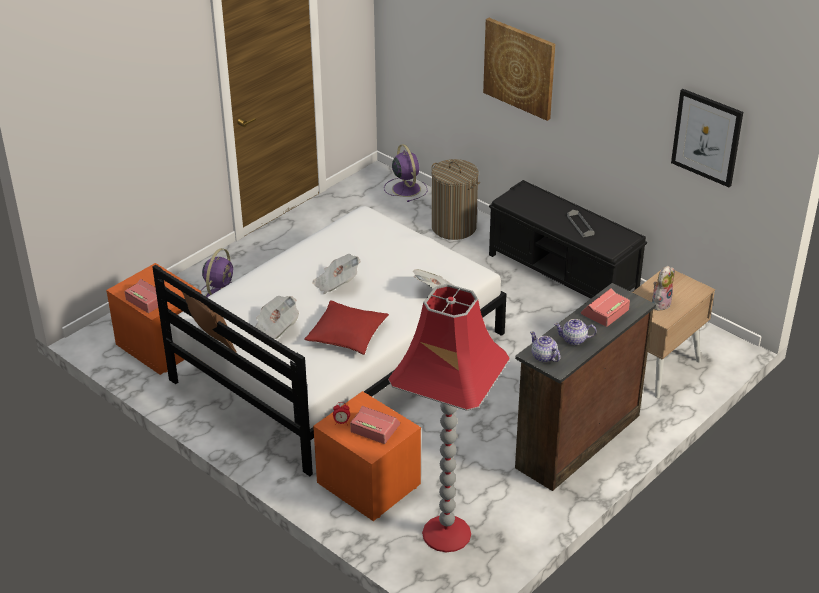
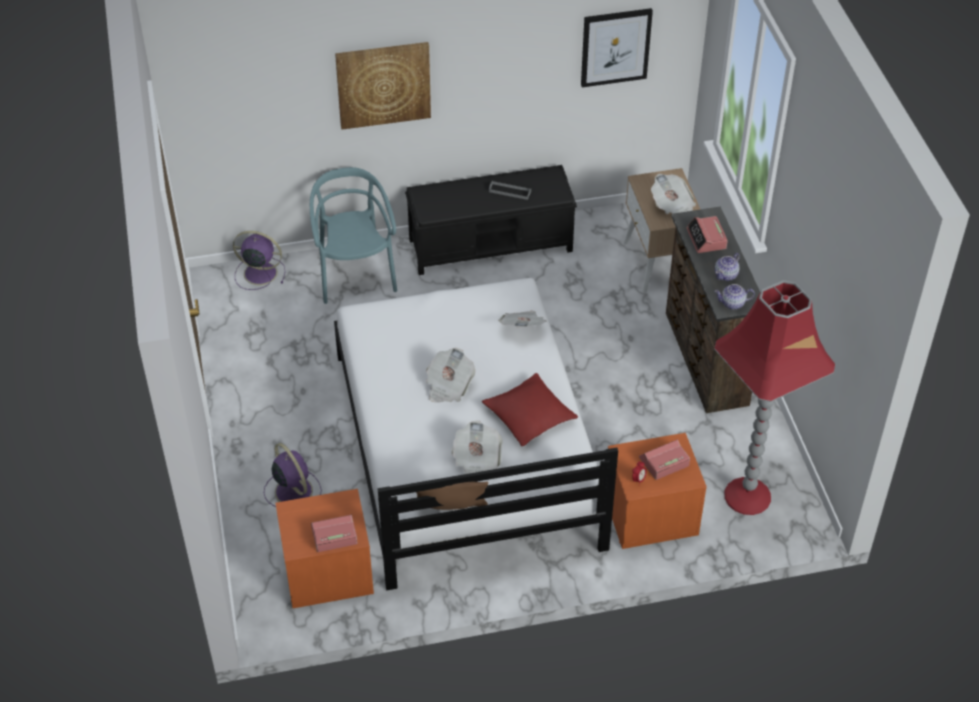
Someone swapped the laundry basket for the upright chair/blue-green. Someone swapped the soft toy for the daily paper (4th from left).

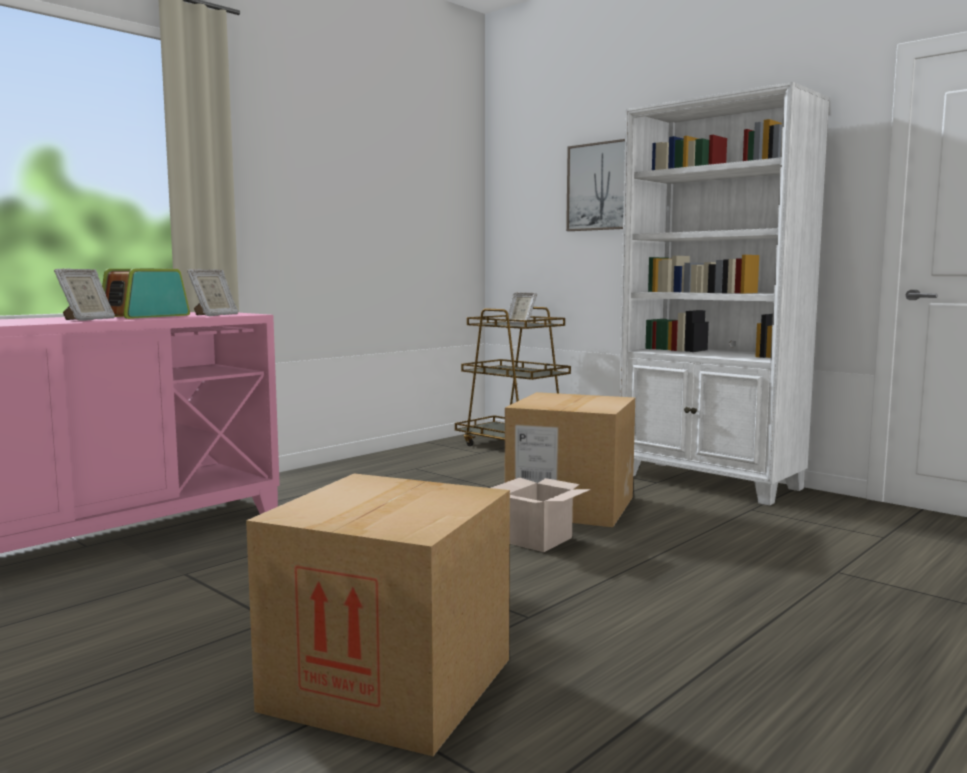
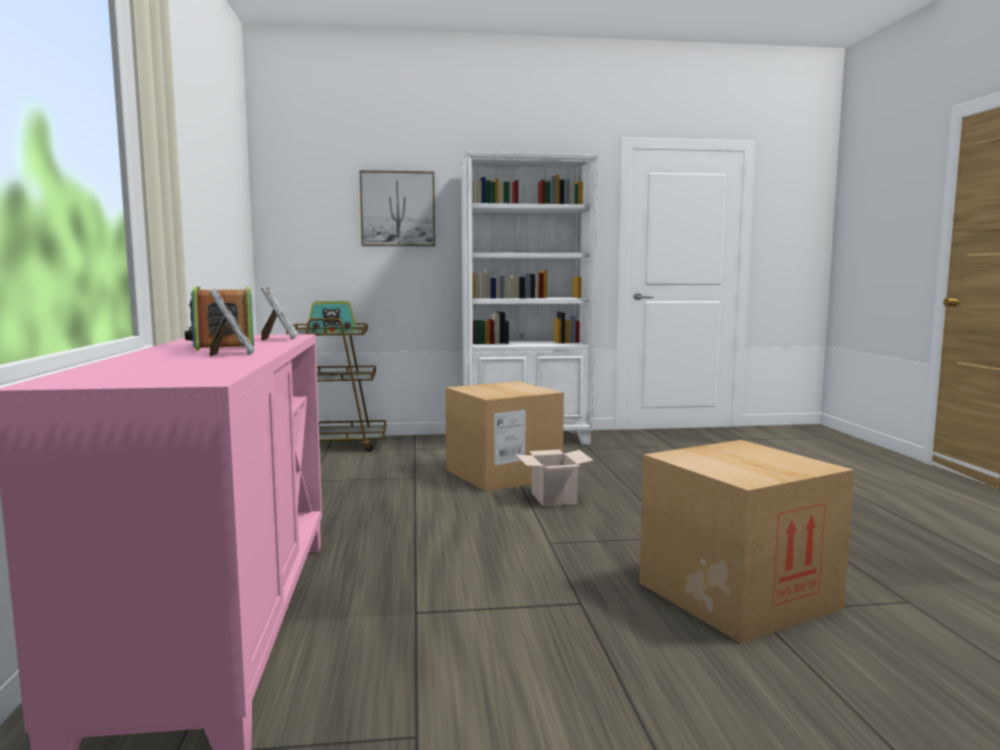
Someone swapped the photo frame (3rd from left) for the radio (2nd from left).

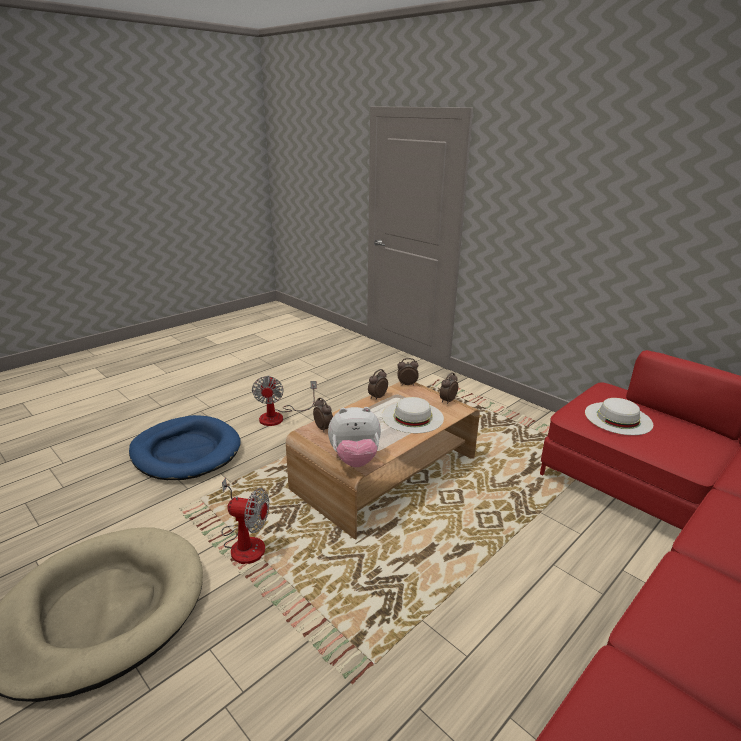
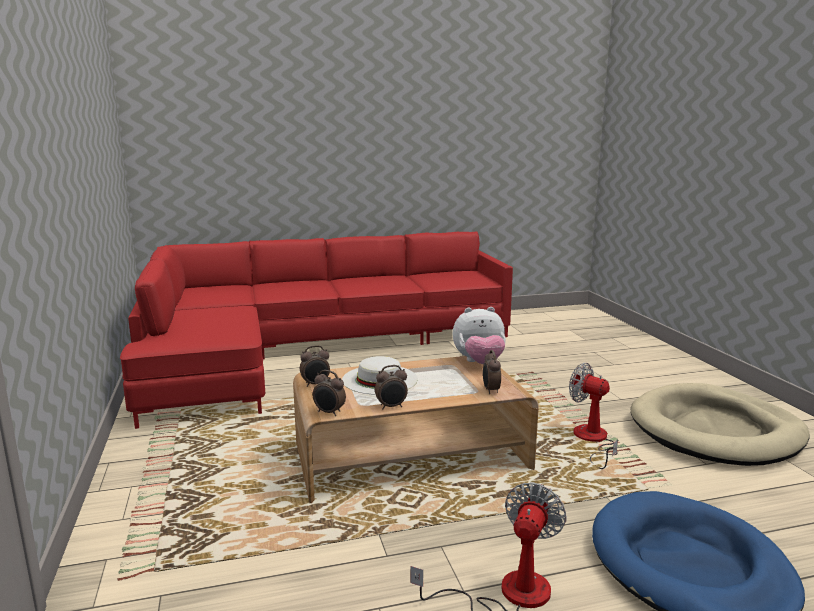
Someone took away the clothing hat/white (2nd from left). Someone rotated the soft toy by 150 degrees clockwise.

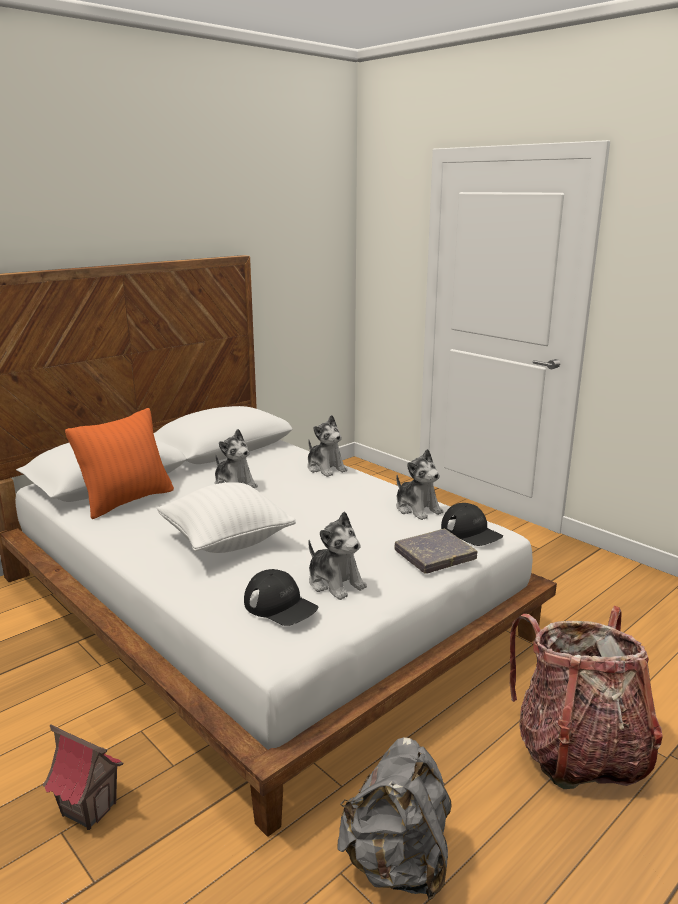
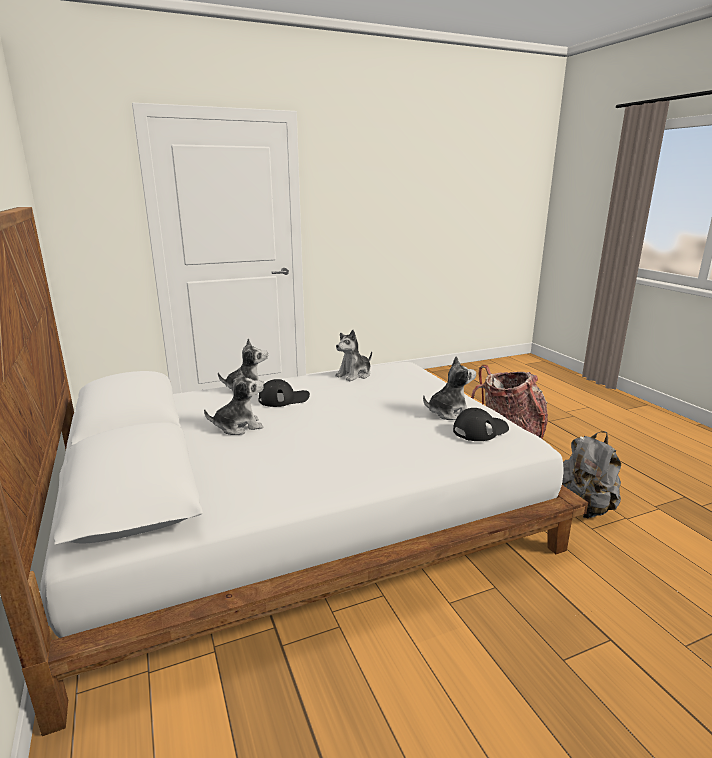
Someone took away the pillow/orangey. Someone rotated the soft toy (4th from left in the first image) by 150 degrees clockwise. Someone took away the pillow/white. Someone carried the baseball cap/black-coloured (2nd from left in the first image). Someone took away the volume/grey. Someone took away the toy house.

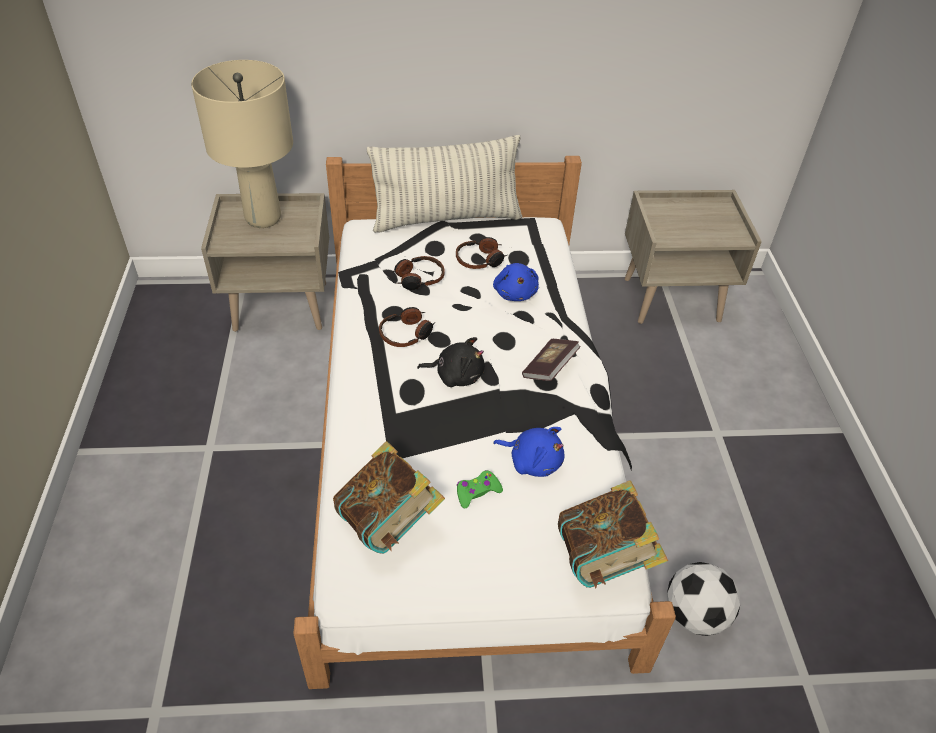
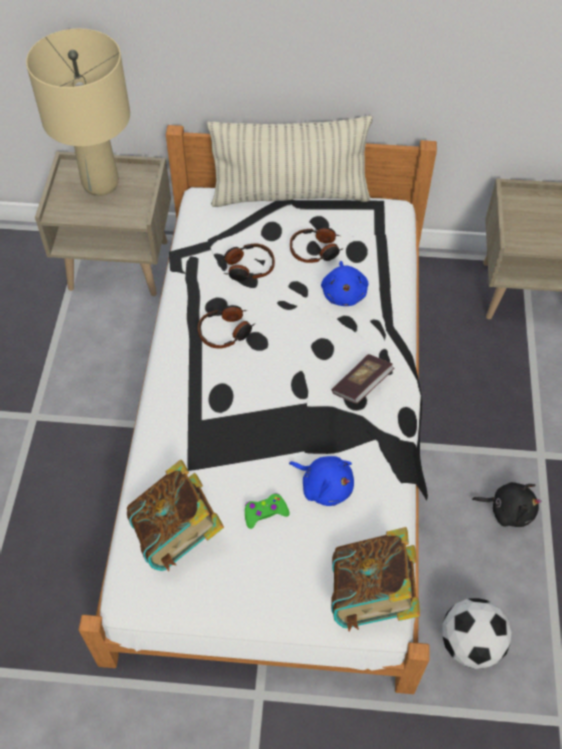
Someone carried the soft toy/black-coloured.

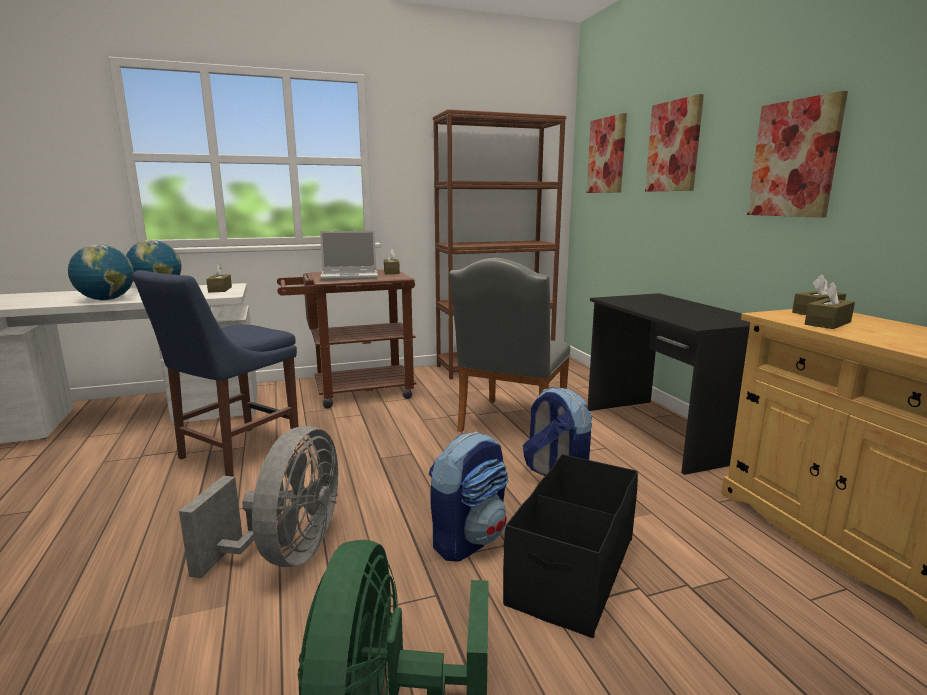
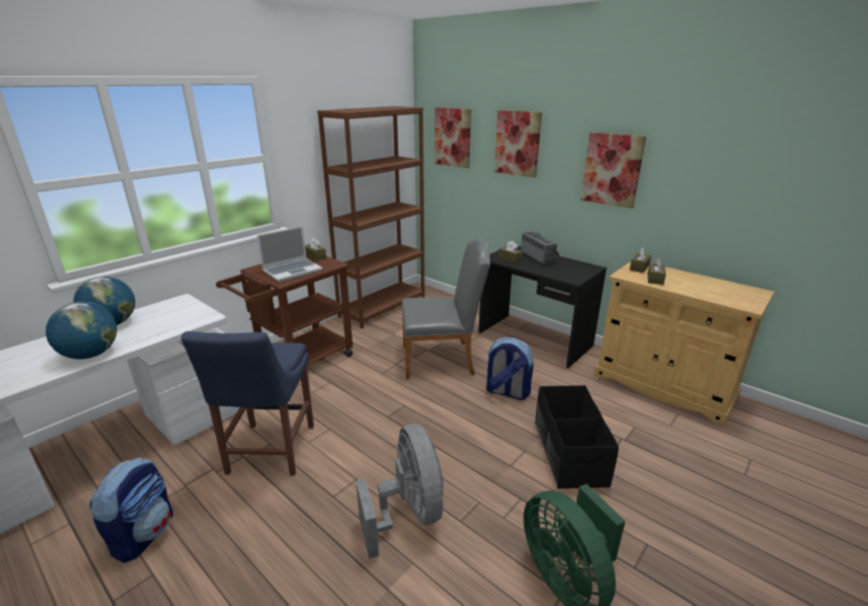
Someone rotated the upright chair/grey by 90 degrees counterclockwise. Someone carried the box of tissues/brown (1st from left in the first image). Someone carried the rucksack (1st from left). Someone put down the radio.

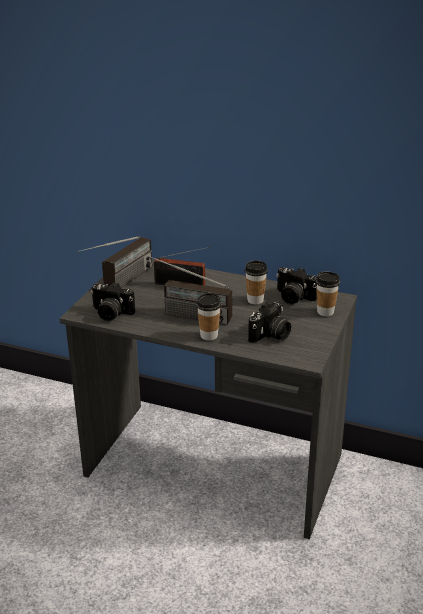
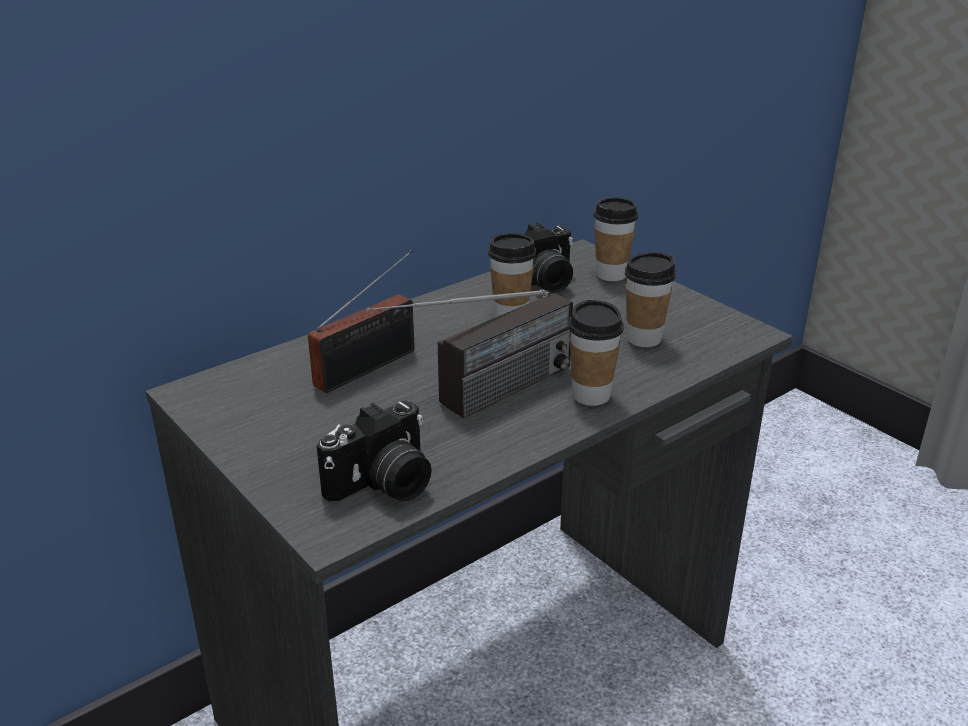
Someone took away the radio (1st from left). Someone swapped the still camera (2nd from left) for the small cup (4th from left).

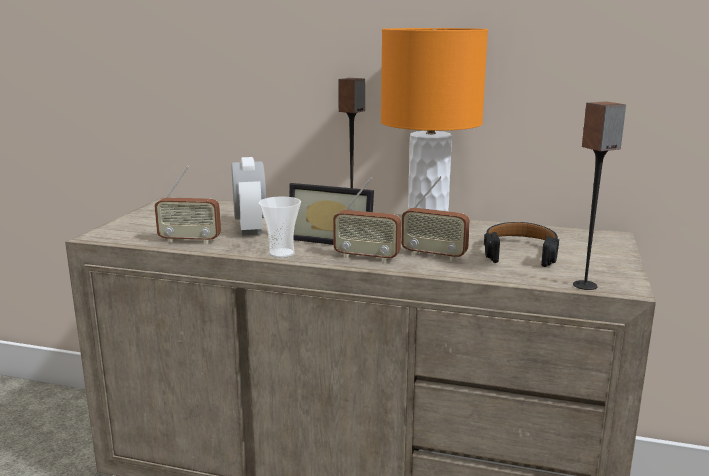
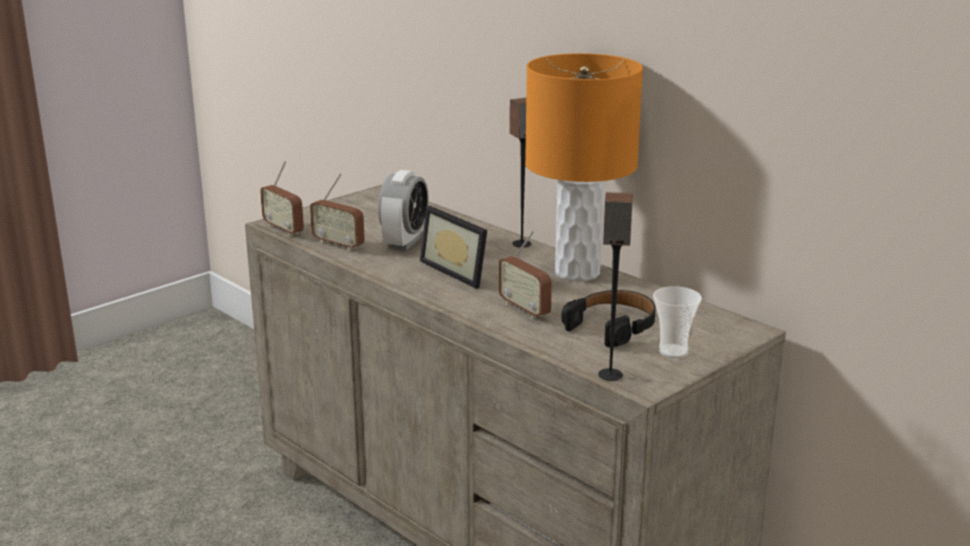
Someone carried the radio (2nd from left in the first image). Someone carried the small cup.

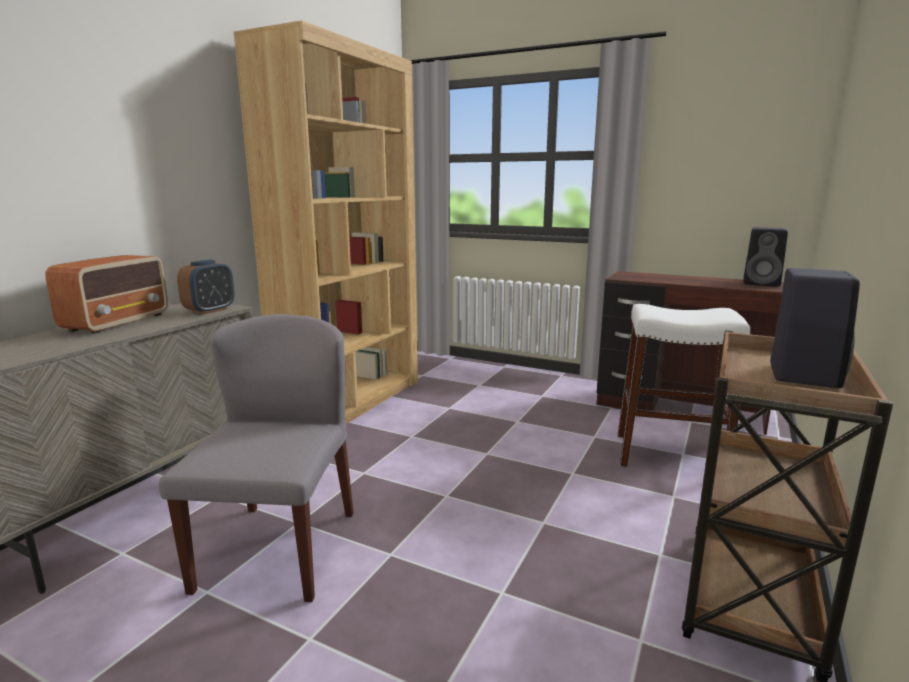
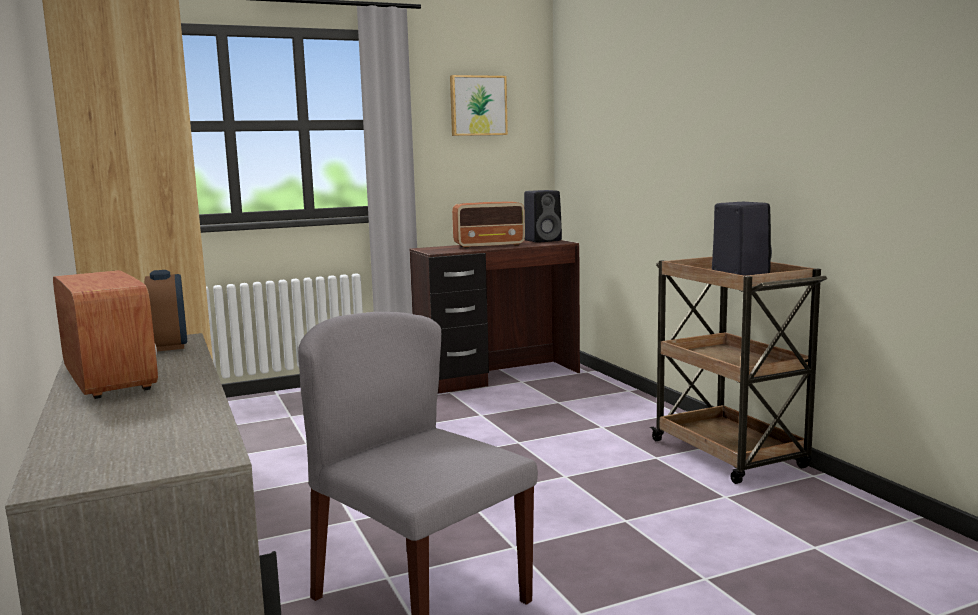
Someone took away the stool seat/white. Someone put up the picture. Someone put down the radio (2nd from left).

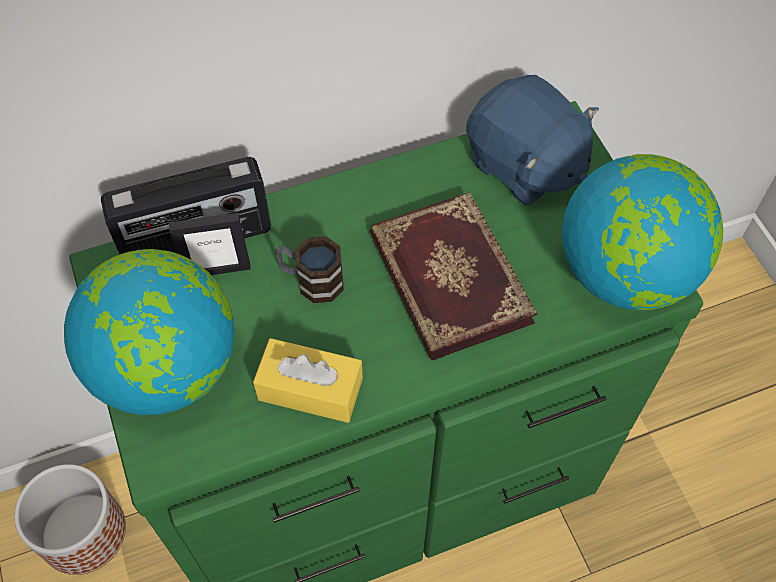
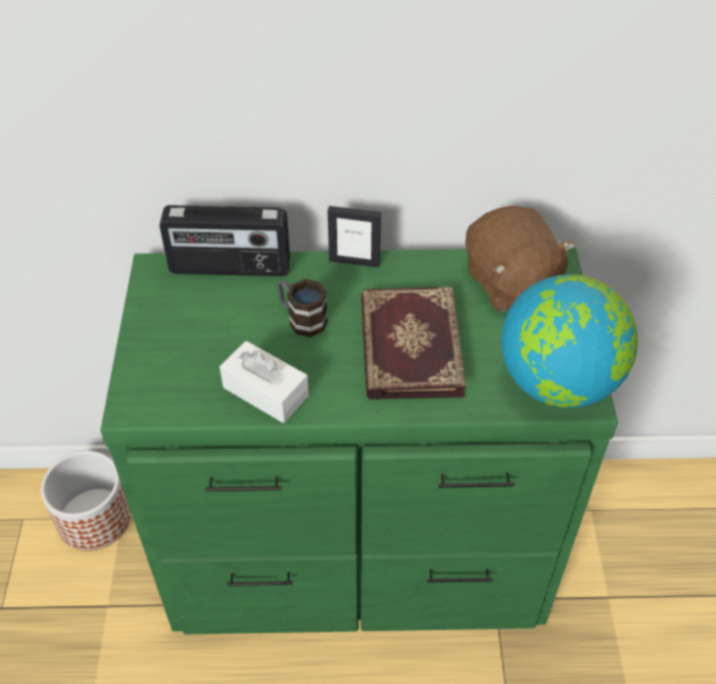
Someone repainted the soft toy/blue-coloured, which became the soft toy/brown. Someone carried the photo frame. Someone took away the globe (1st from left). Someone repainted the box of tissues/yellow, which became the box of tissues/white.

